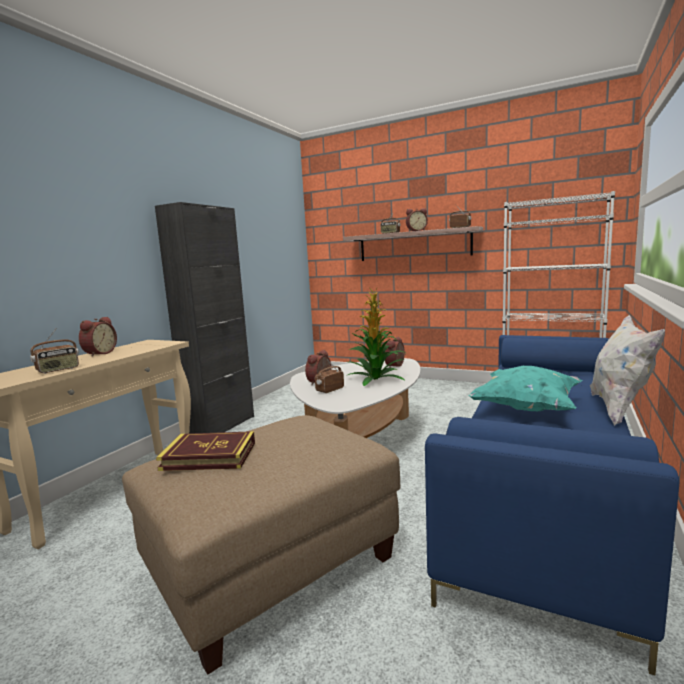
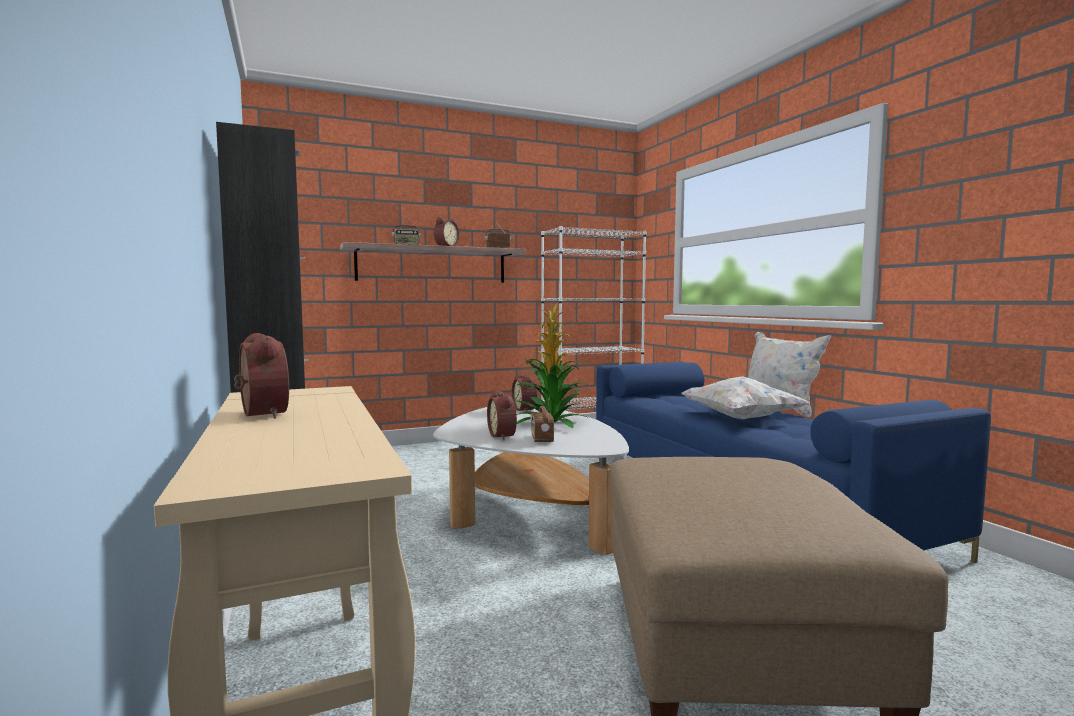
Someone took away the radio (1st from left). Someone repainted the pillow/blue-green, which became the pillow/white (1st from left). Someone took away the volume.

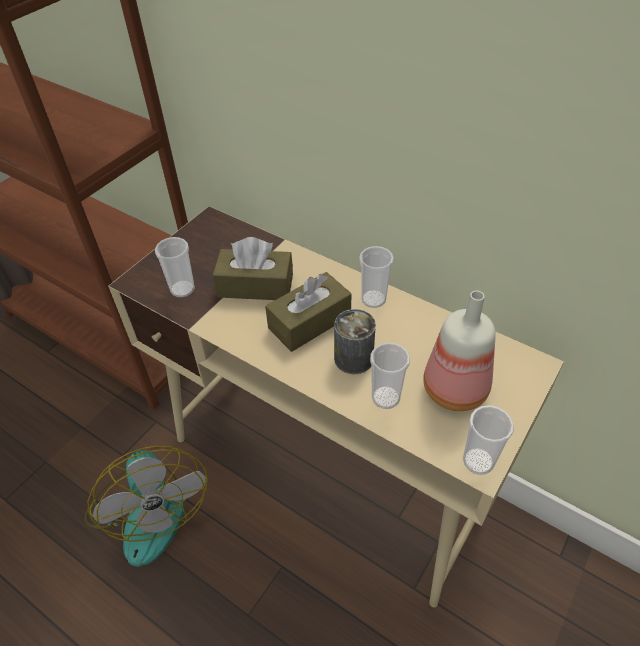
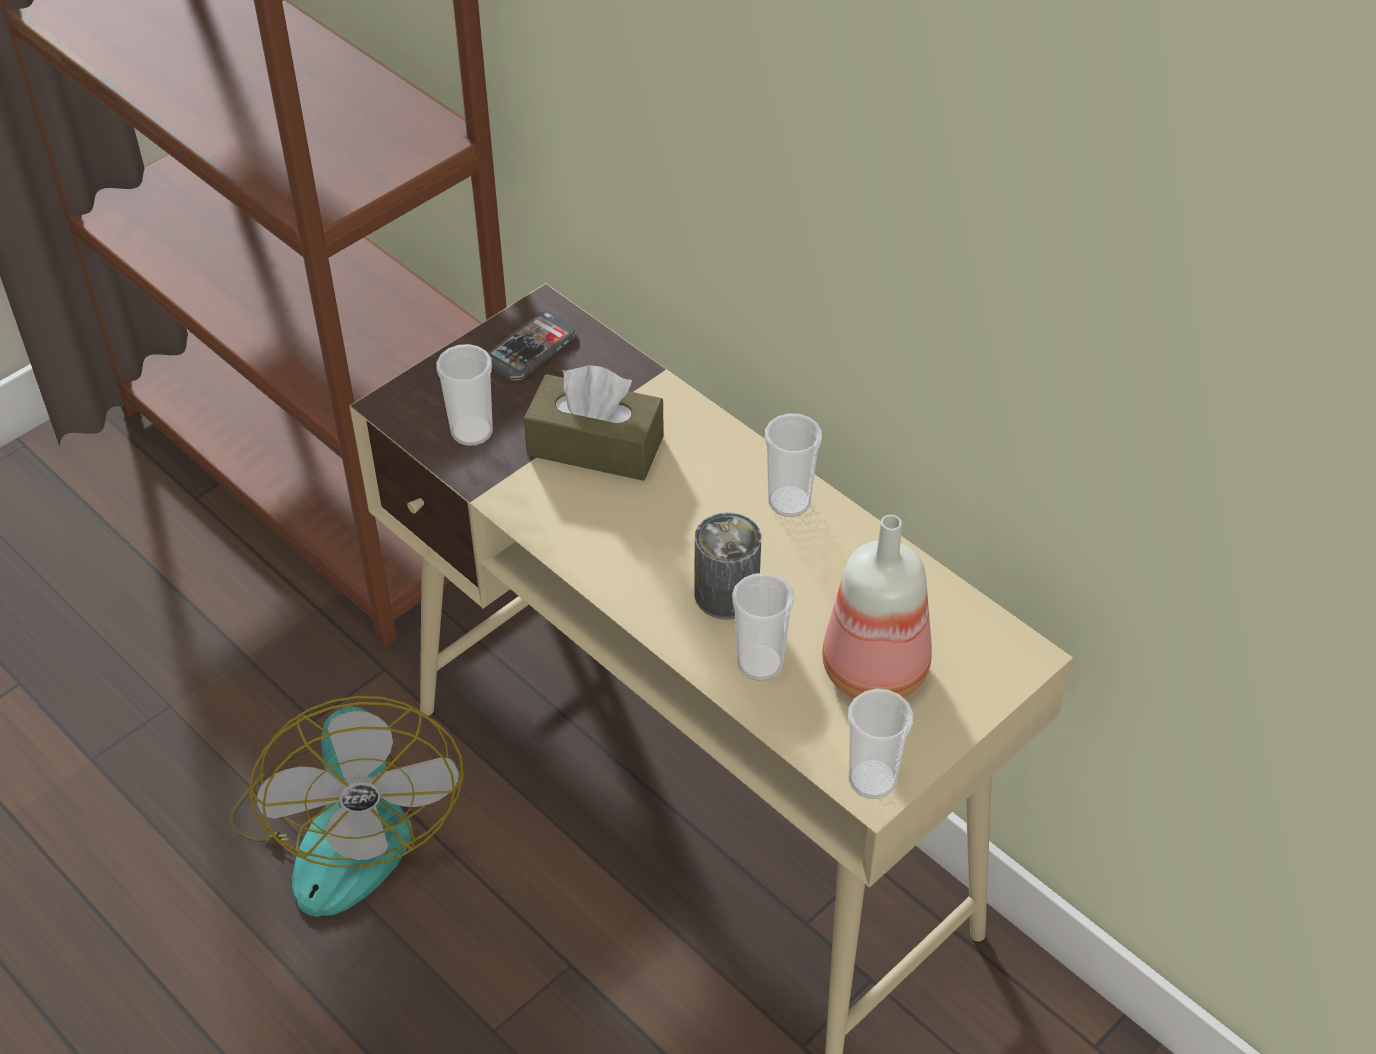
Someone took away the box of tissues/brown (2nd from left). Someone put down the telephone.

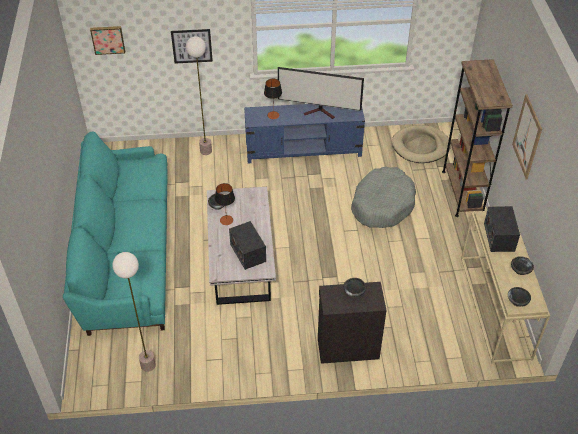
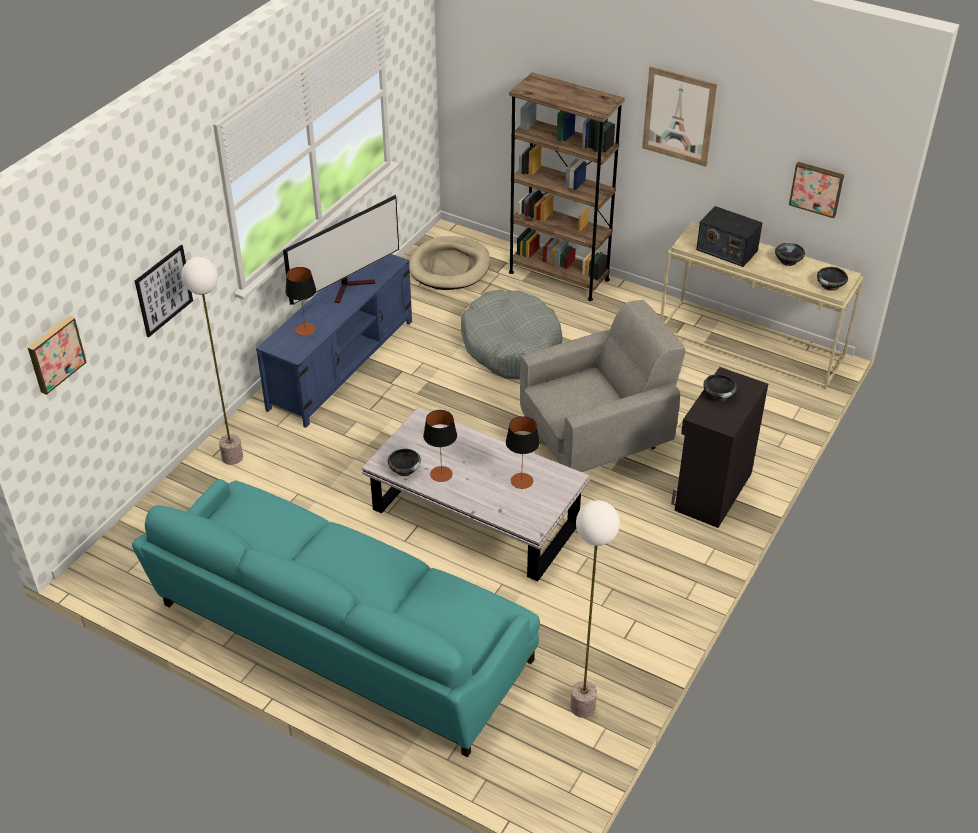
Someone swapped the radio (1st from left) for the table lamp (3rd from left). Someone put up the picture (4th from left). Someone put down the lounge chair/grey.

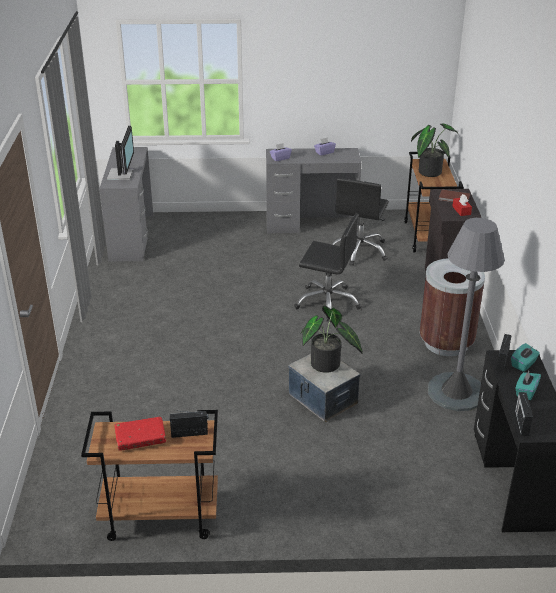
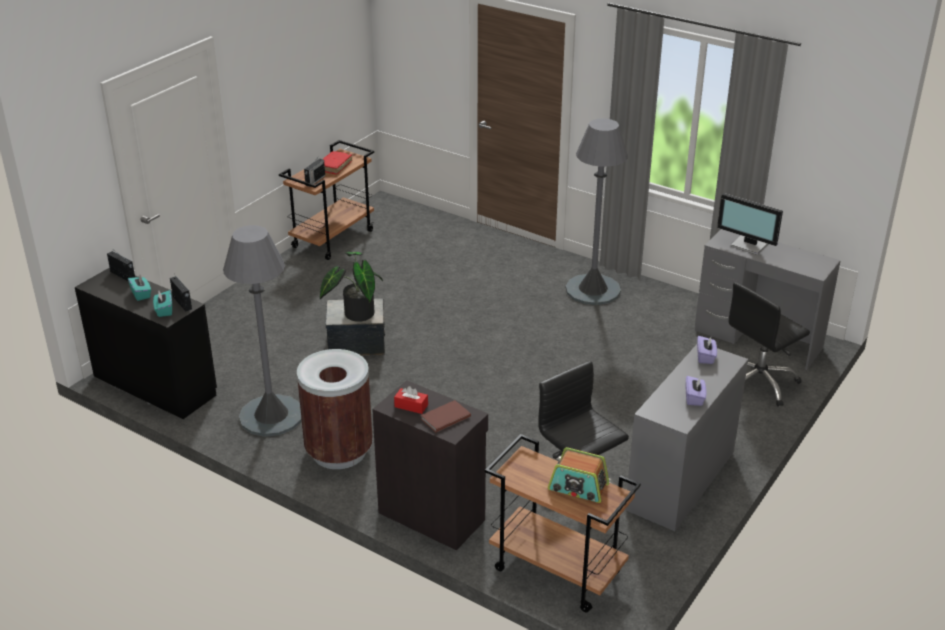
Someone swapped the potted plant (2nd from left) for the radio (4th from left). Someone carried the office chair/black-coloured (1st from left in the first image). Someone put down the floor lamp/grey (2nd from left).

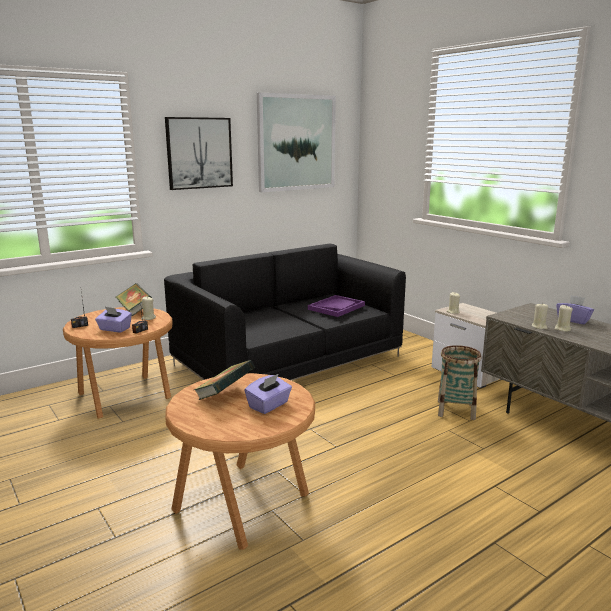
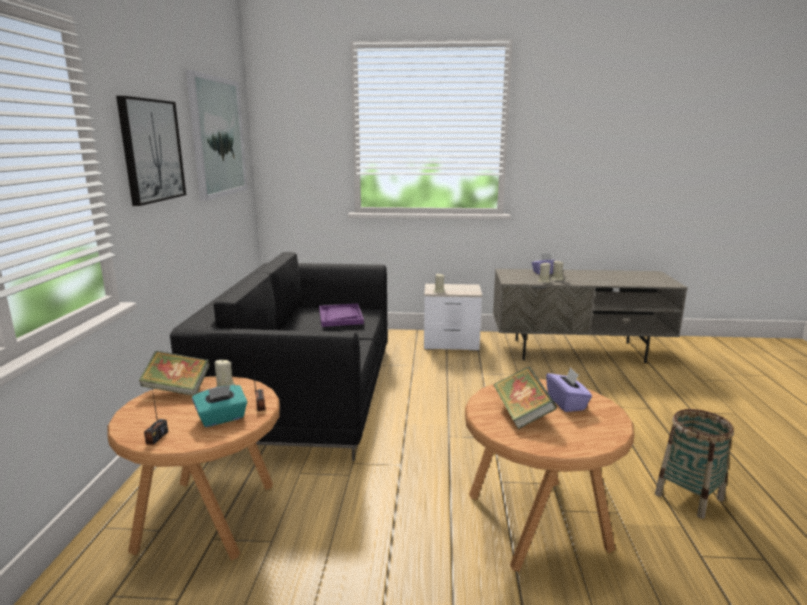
Someone repainted the box of tissues/purple-coloured (1st from left), which became the box of tissues/blue-green. Someone carried the household basket.

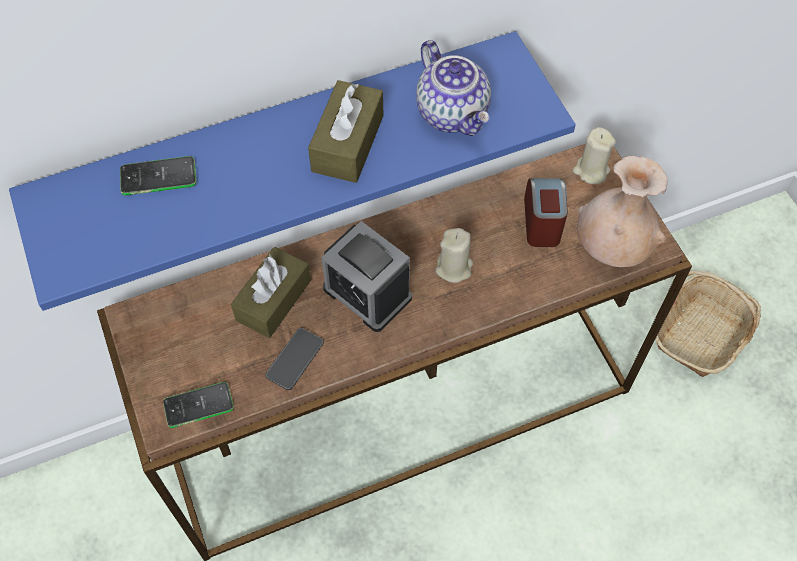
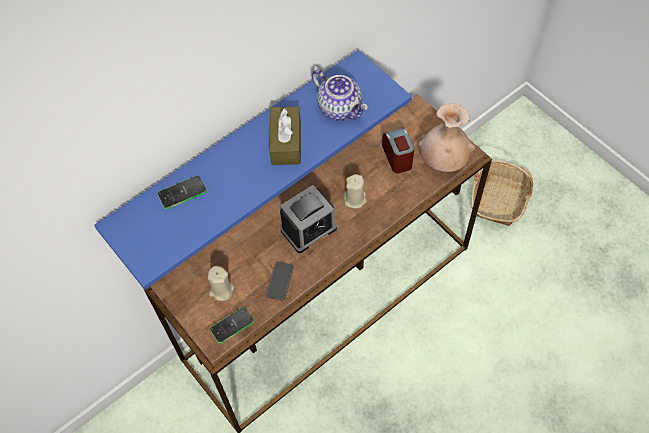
Someone carried the wax light/sand-coloured (2nd from left in the first image). Someone rotated the bedside clock (1st from left) by 60 degrees counterclockwise. Someone took away the box of tissues/brown (1st from left).

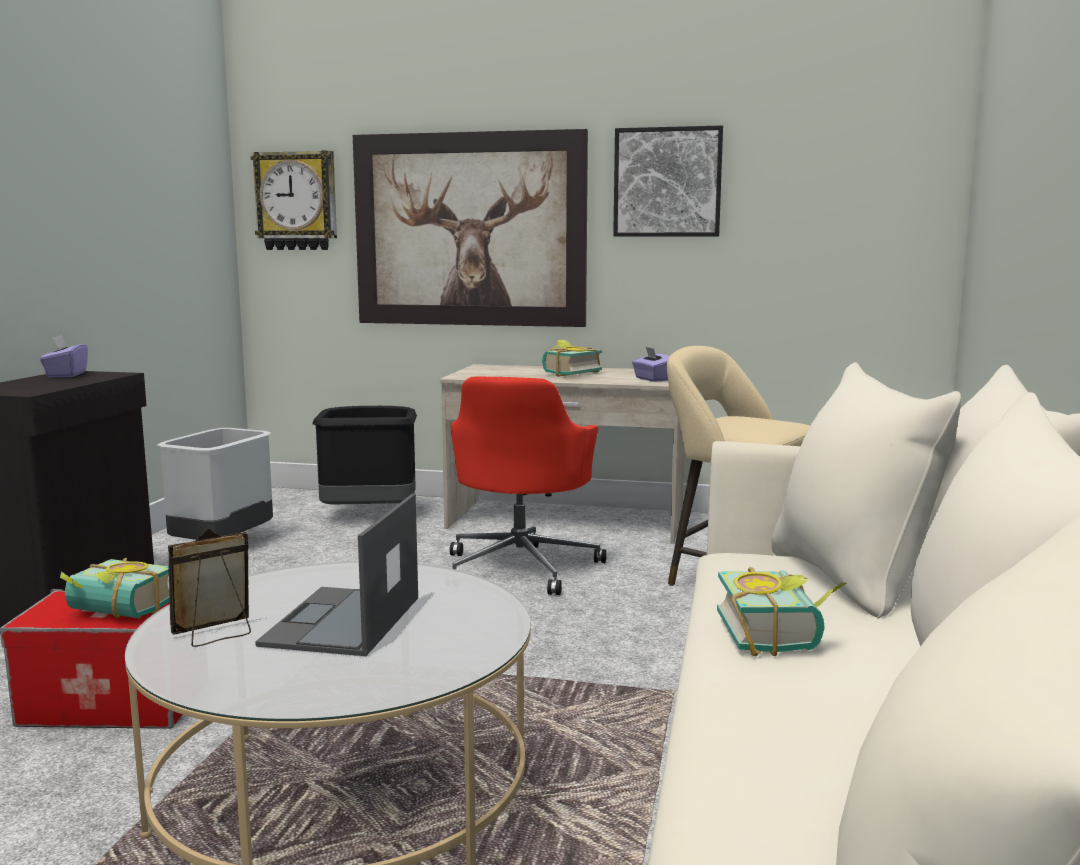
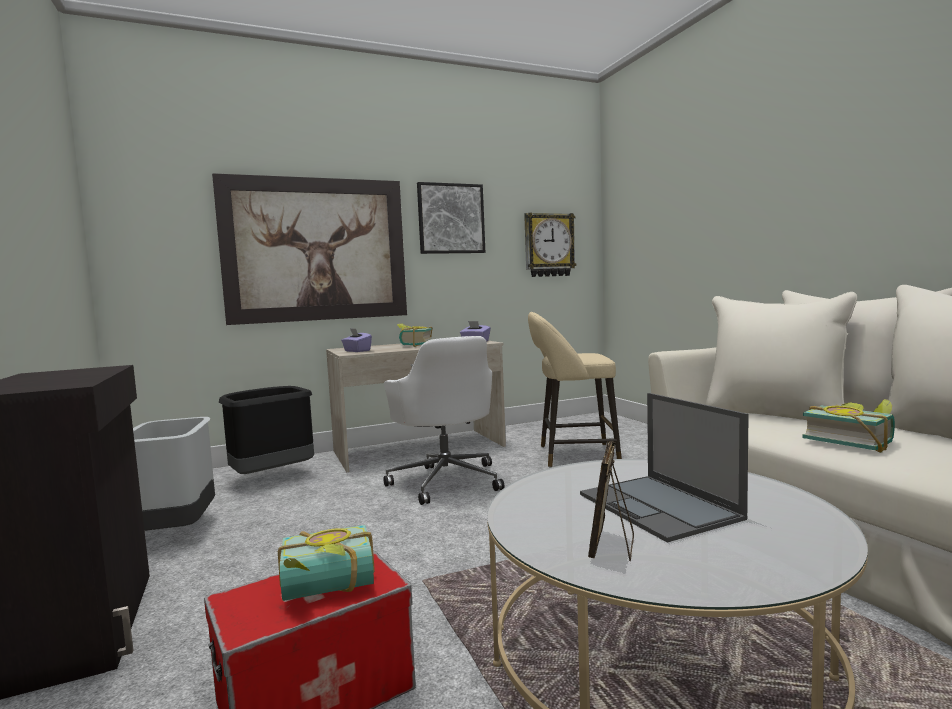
Someone carried the wall clock. Someone carried the box of tissues/purple-coloured (1st from left). Someone repainted the office chair/reddish, which became the office chair/white.

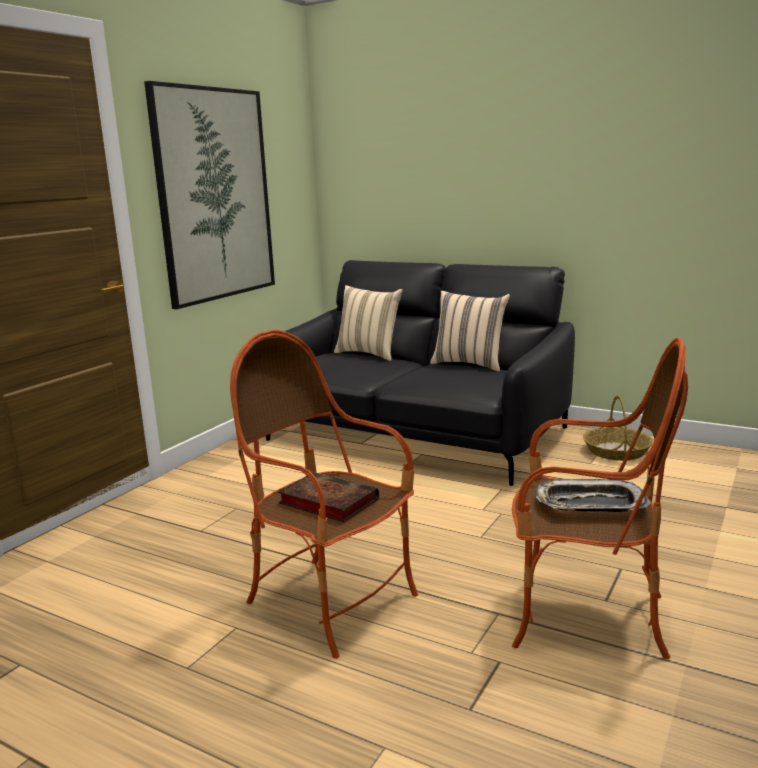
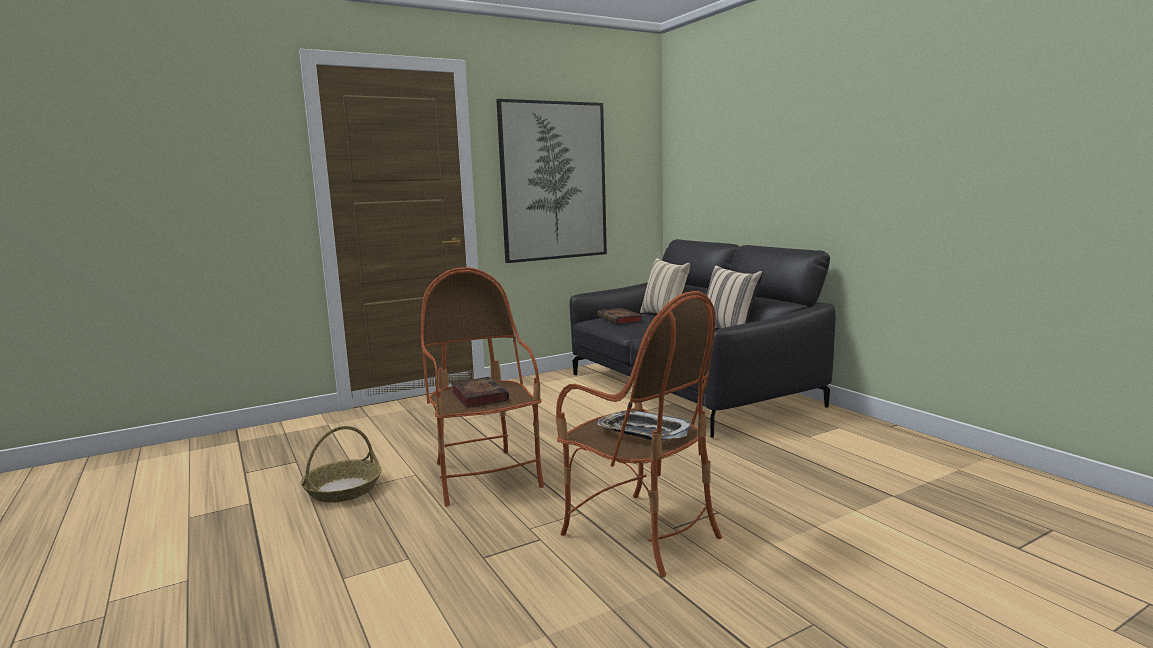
Someone carried the household basket. Someone put down the volume (2nd from left).

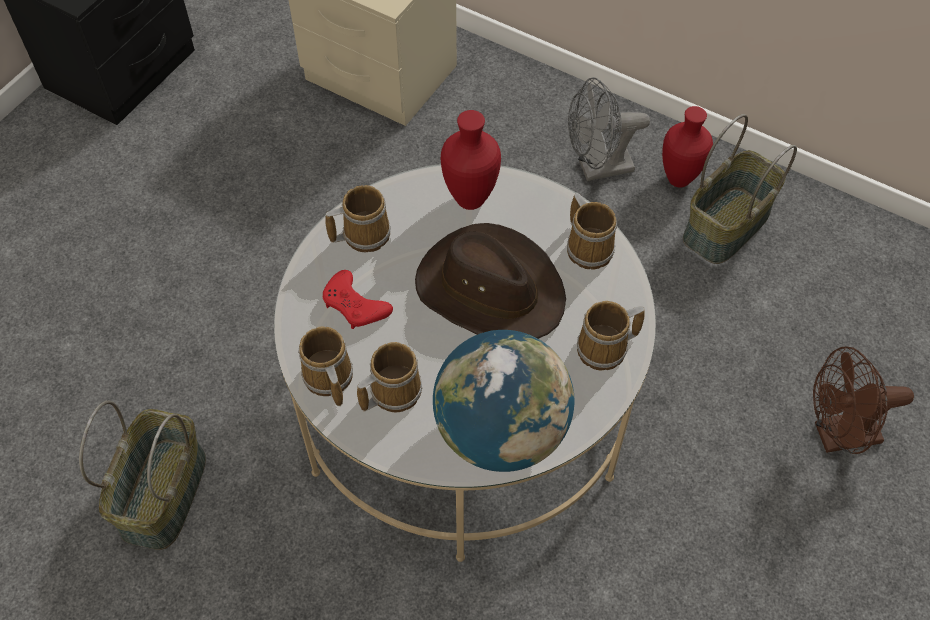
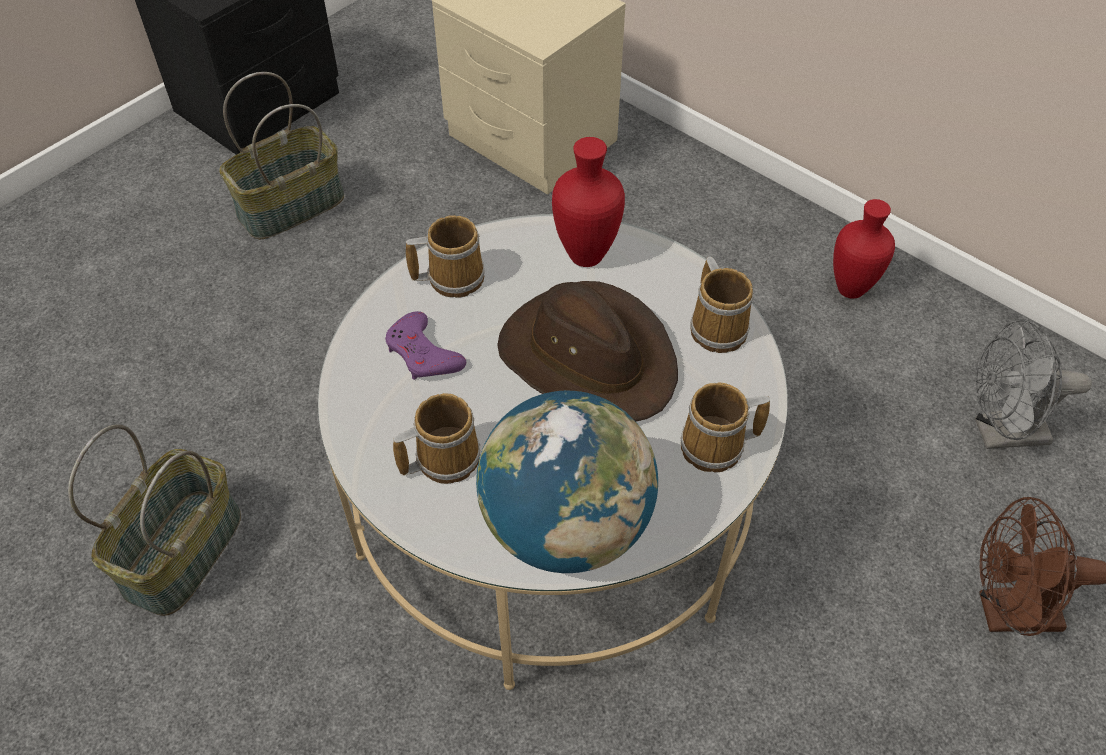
Someone carried the cooling fan/grey. Someone carried the household basket (2nd from left). Someone repainted the joypad/reddish, which became the joypad/purple-coloured. Someone took away the coffee mug (1st from left).

